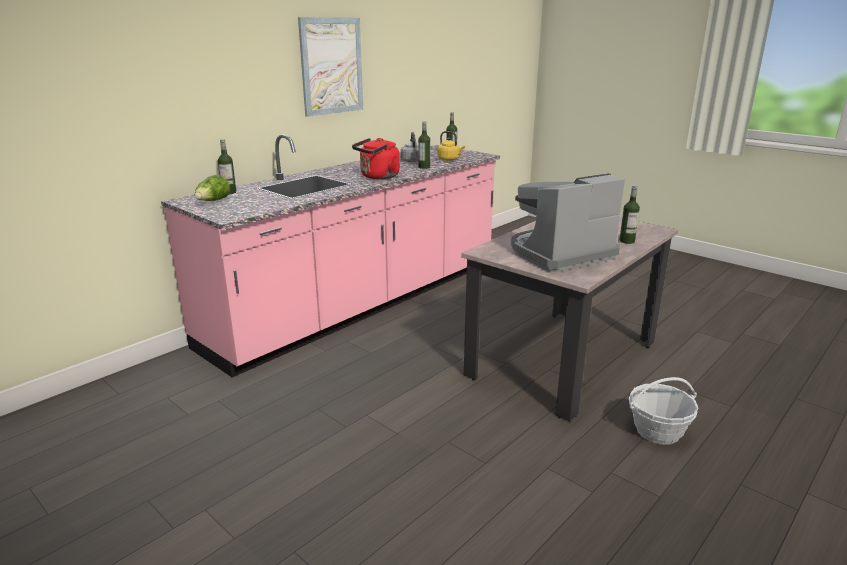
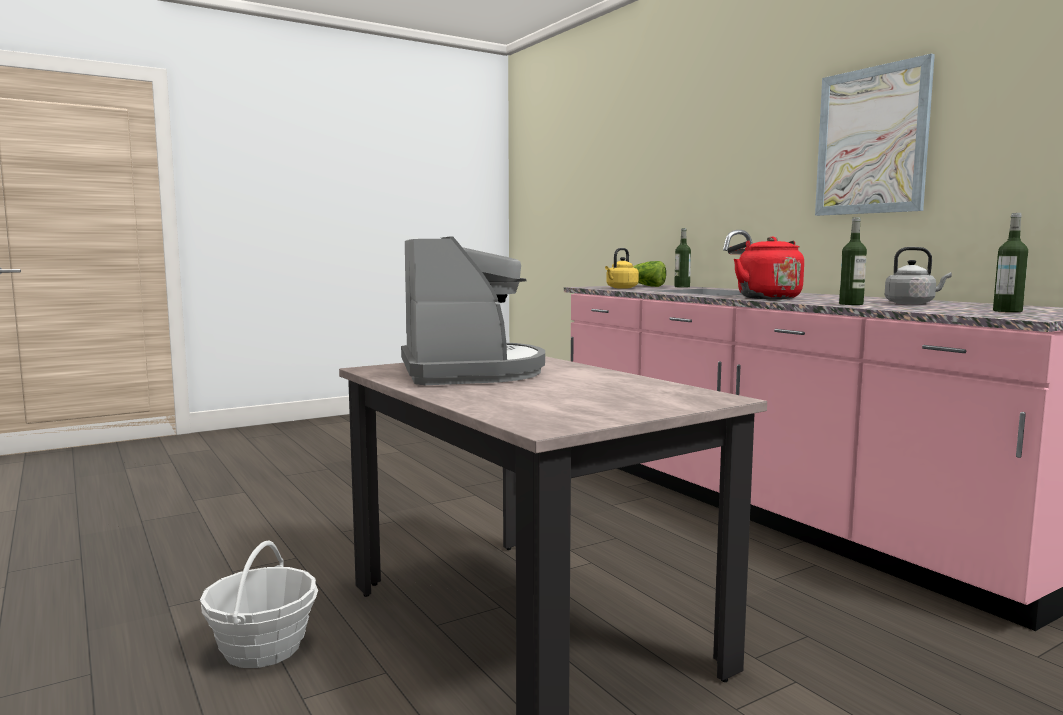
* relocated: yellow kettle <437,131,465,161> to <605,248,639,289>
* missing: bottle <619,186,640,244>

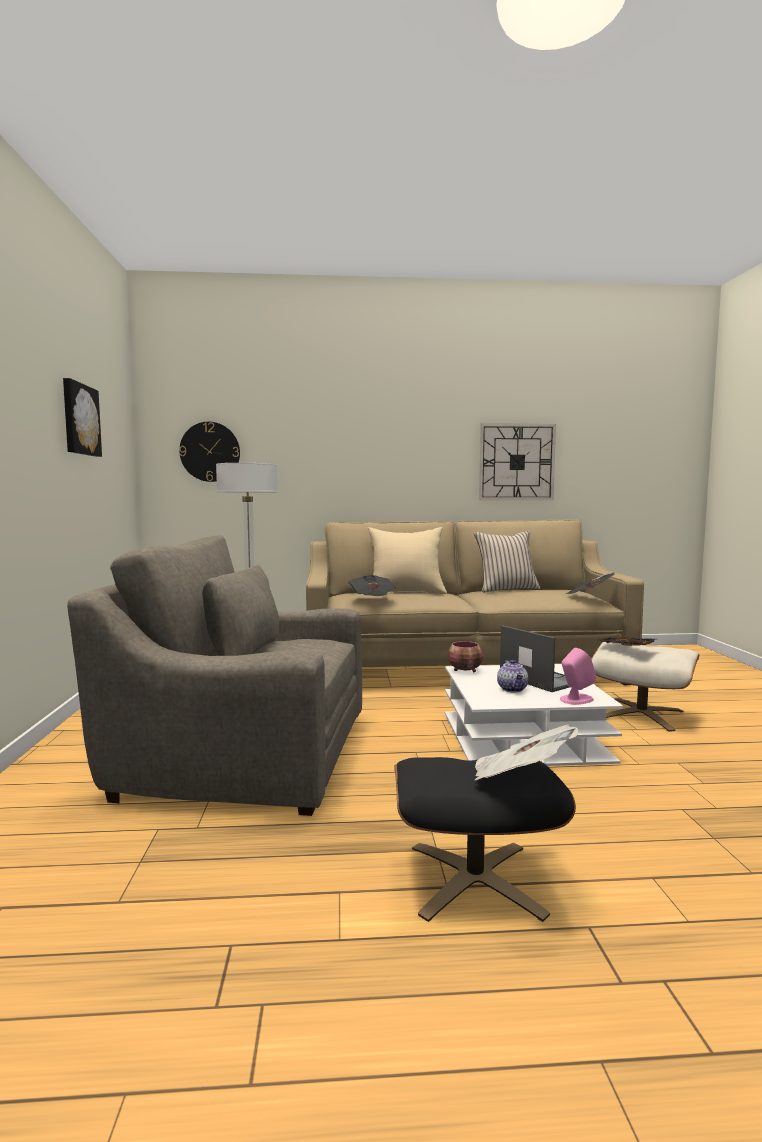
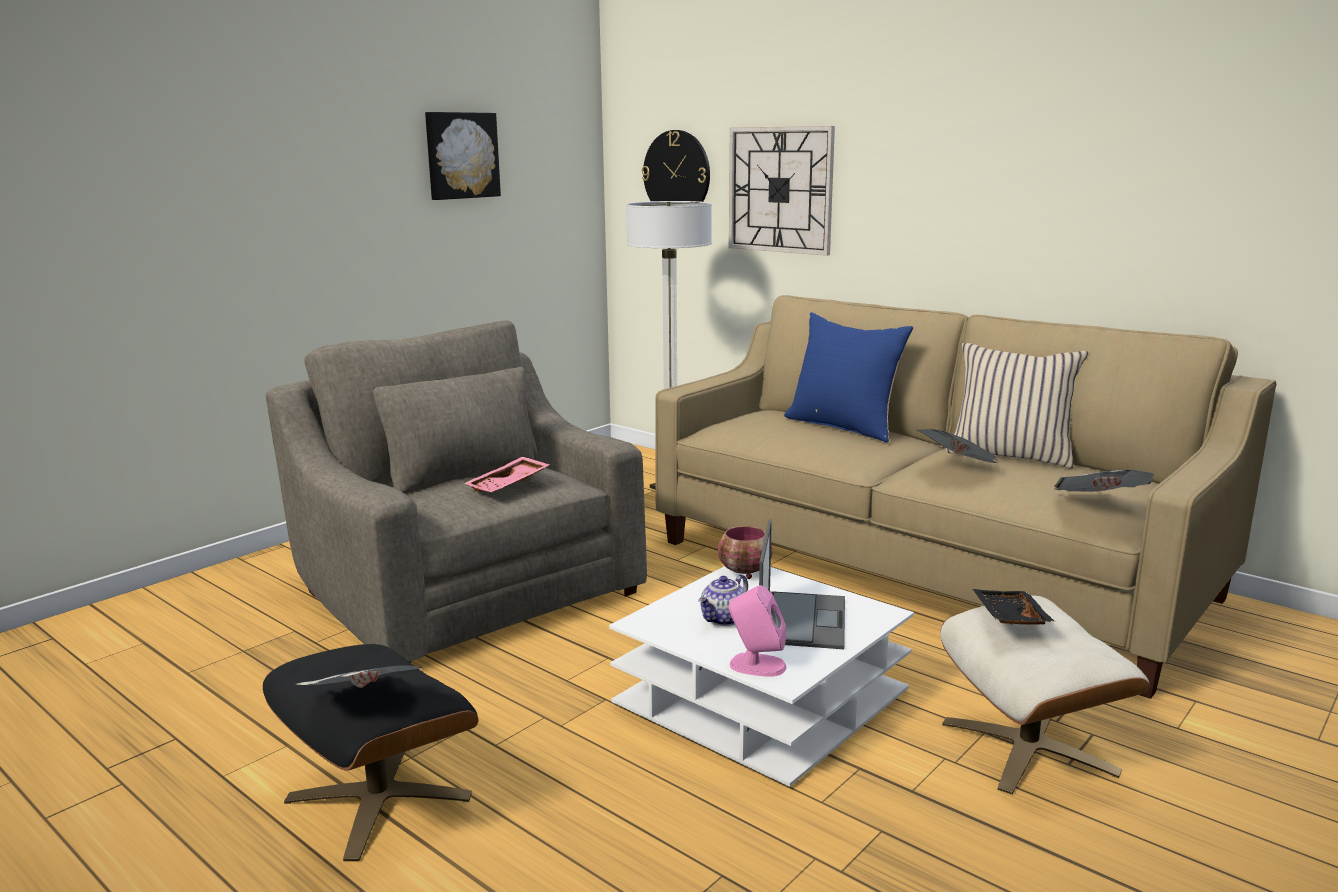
* relocated: wall clock <479,423,556,500> to <729,126,835,256>
* colour: beige pillow <368,527,447,594> to blue pillow <784,312,914,443>
* relocated: newspaper <348,575,396,596> to <916,429,999,463>
* appeared: pink tray <464,457,550,493>

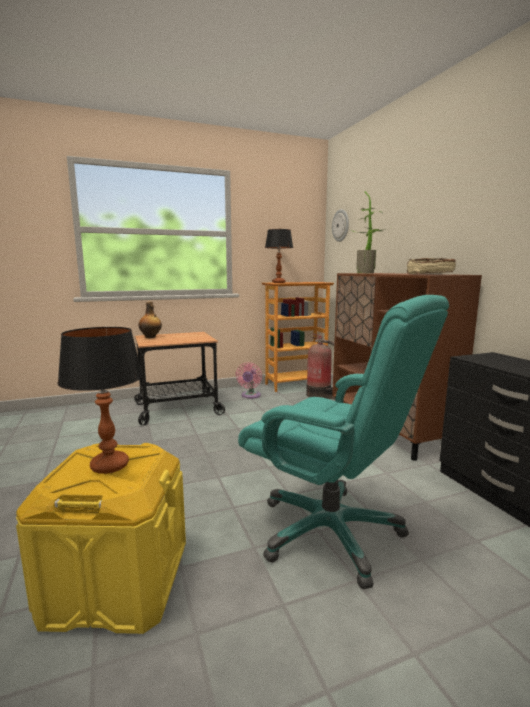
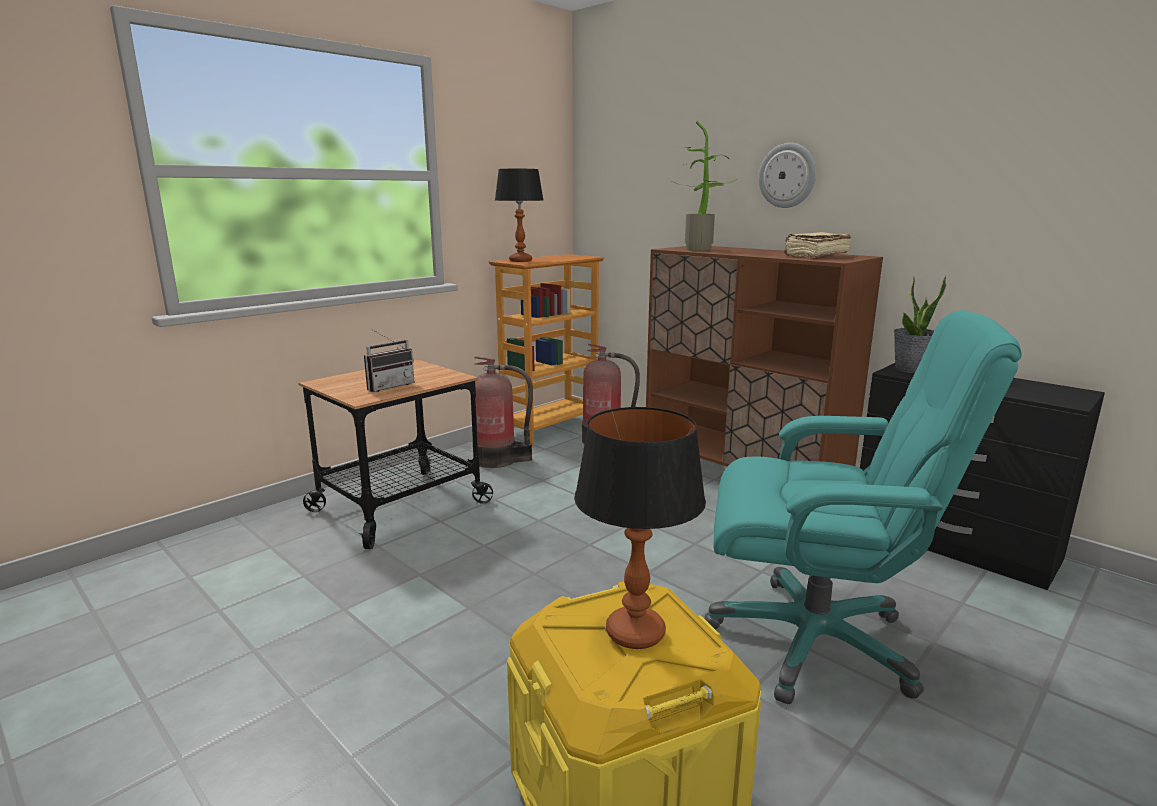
* relocated: wall clock <332,209,349,242> to <759,143,816,208>
* missing: bottle <139,302,162,338>
* exchanged: pink fan <236,362,262,398> to fire extinguisher <473,356,533,468>
* appeared: potted plant <894,276,946,373>
* appeared: radio <364,330,415,392>

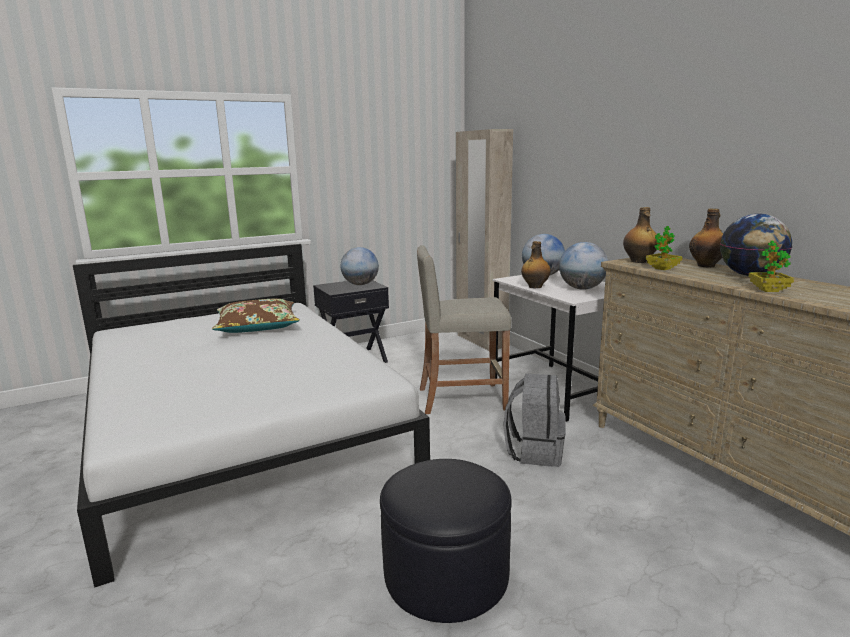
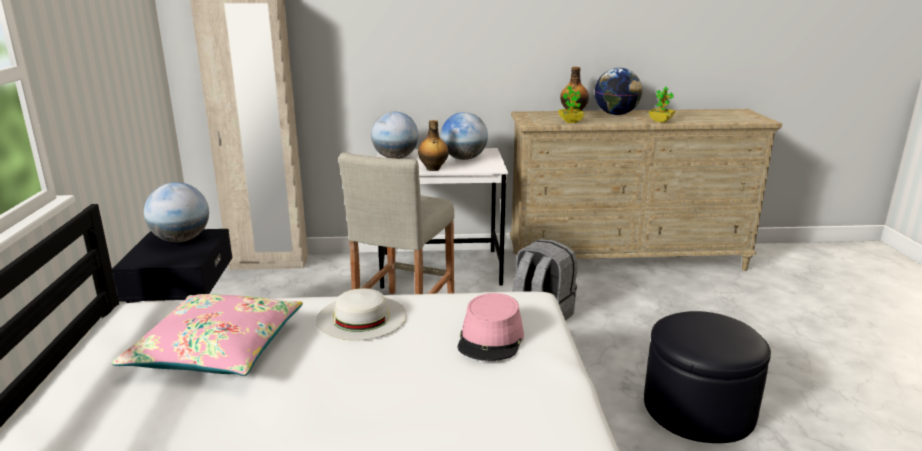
* missing: bottle <623,207,657,263>
* colour: brown pillow <212,299,300,333> to pink pillow <111,294,303,376>
* appeared: white hat <316,288,407,341>
* appeared: pink hat <458,293,524,361>

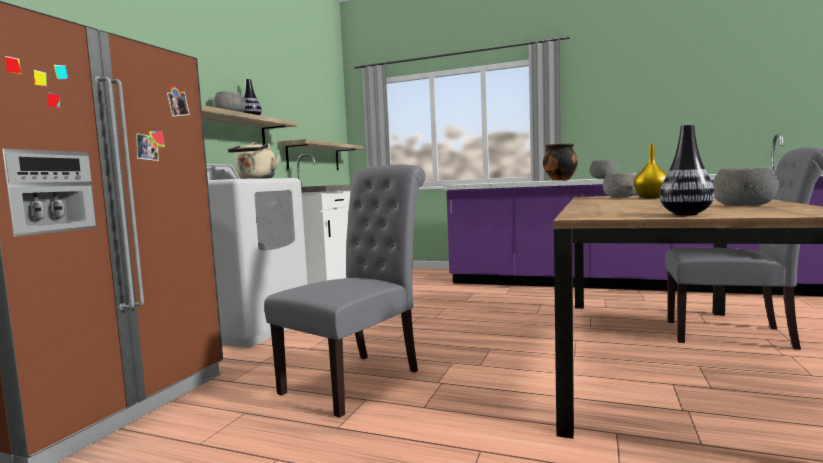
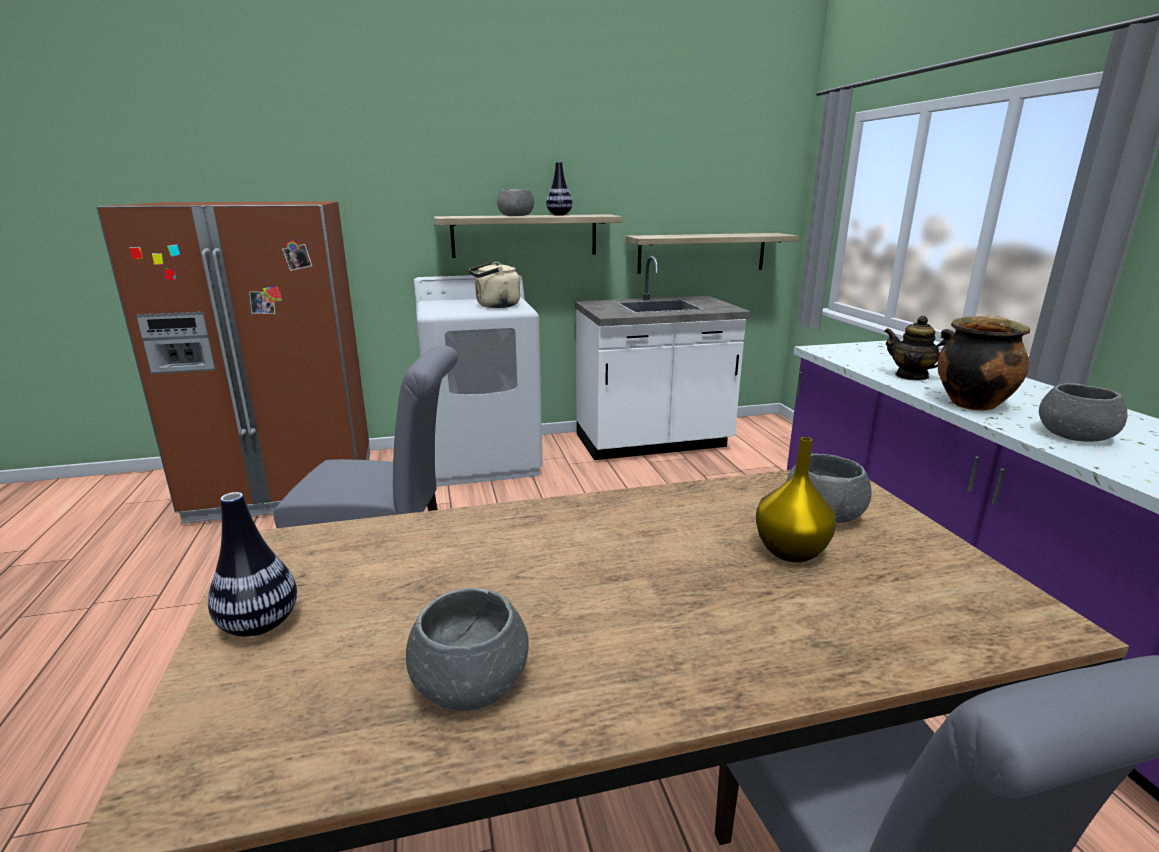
* appeared: teapot <884,316,954,381>

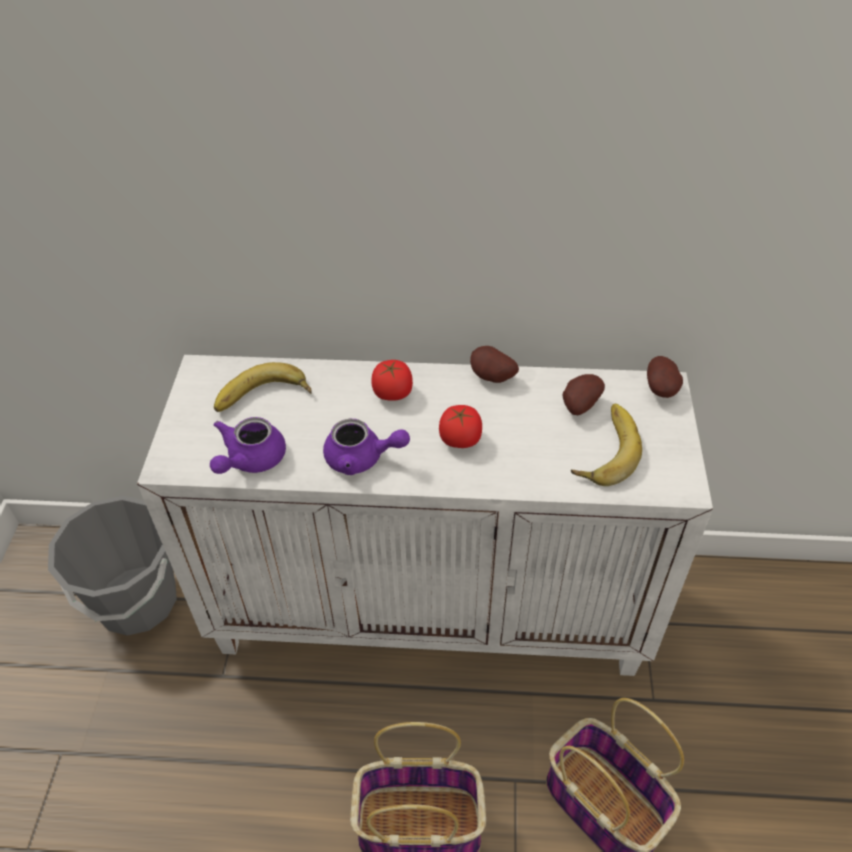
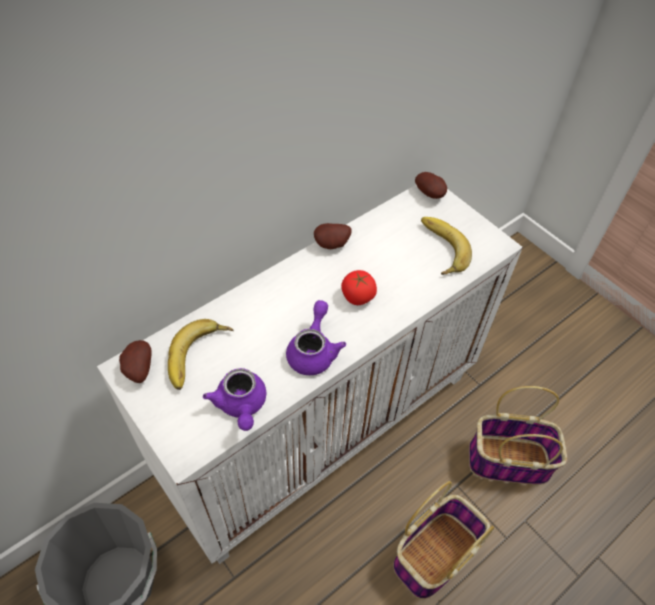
* missing: tomato <371,360,413,401>
* relocated: potato <563,374,605,415> to <119,340,152,383>
* spun: purple teapot <323,419,410,475> = <286,300,346,375> 45 degrees counterclockwise

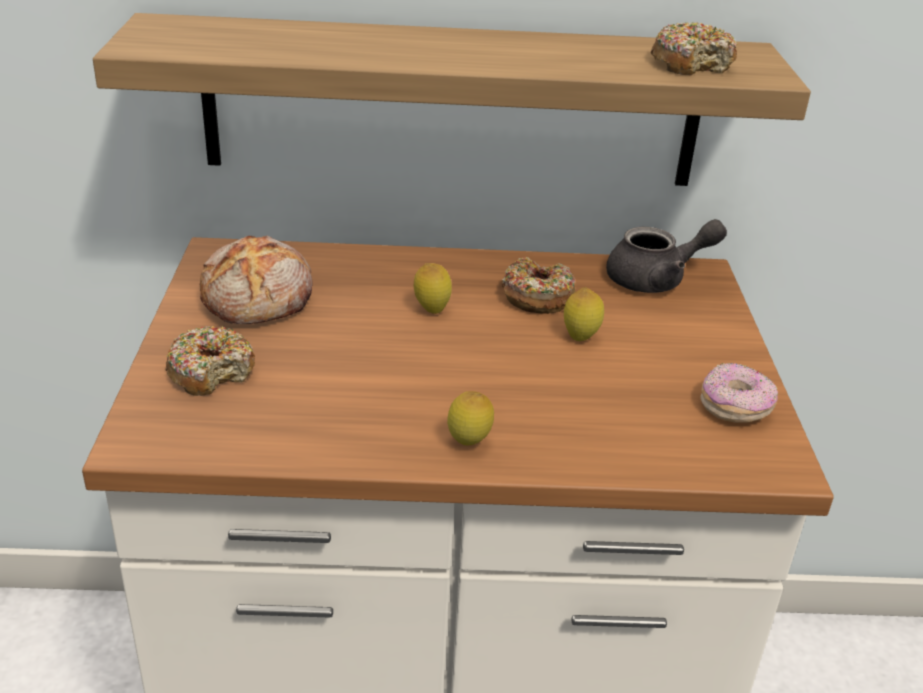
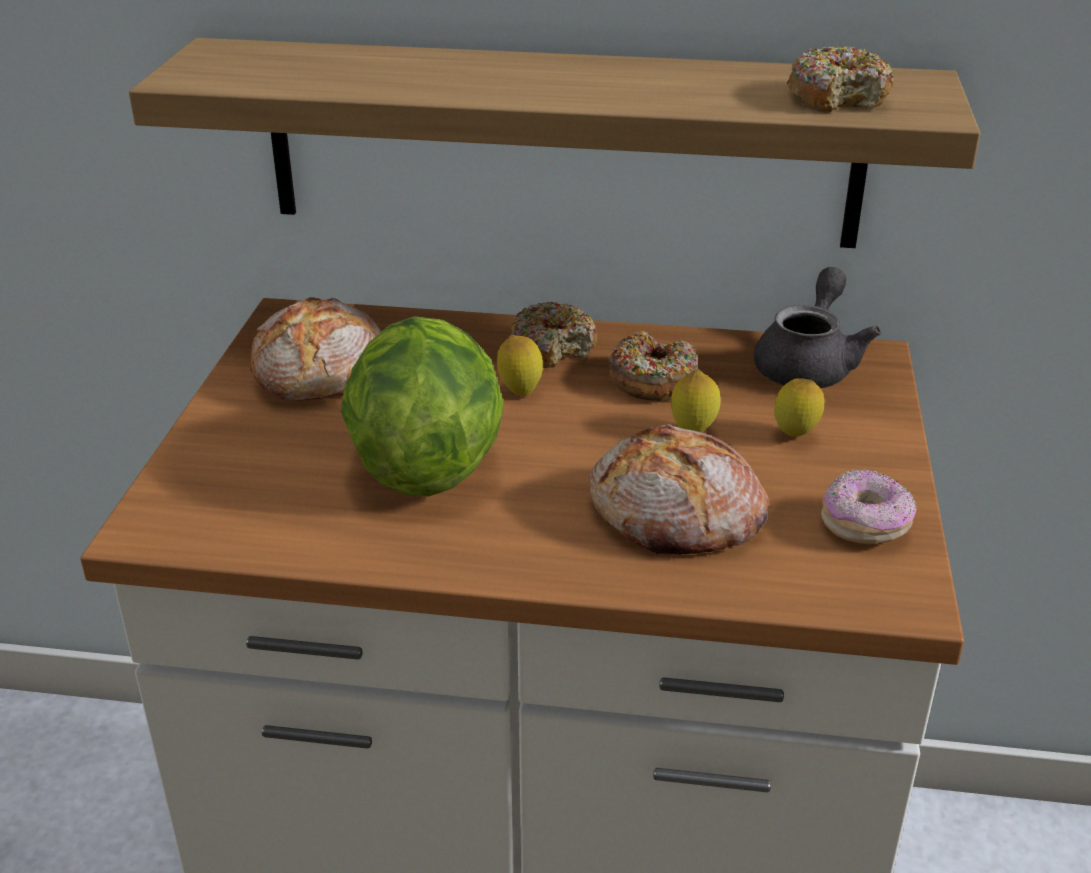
* spun: grey teapot <606,219,727,293> = <754,267,881,388> 60 degrees counterclockwise
* relocated: donut <165,326,255,396> to <508,302,597,368>
* relocated: lemon <447,391,494,445> to <774,378,824,437>
* appeared: lettuce <341,316,504,496>
* appeared: bread <589,424,769,554>

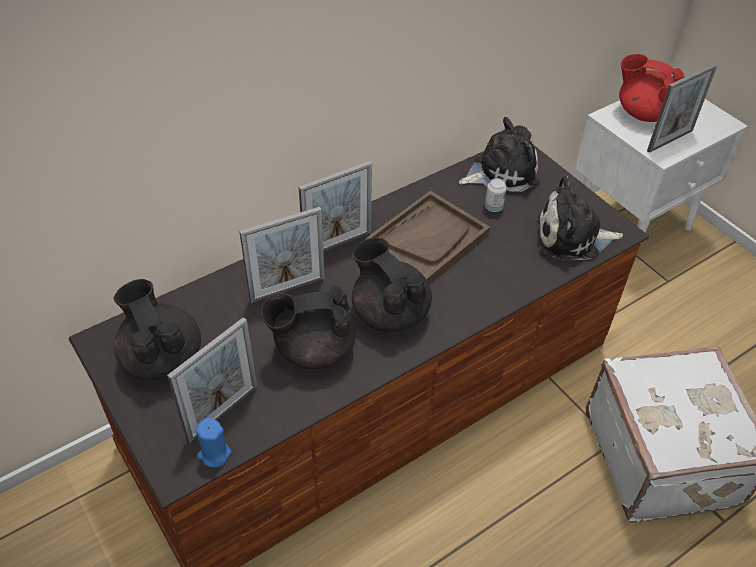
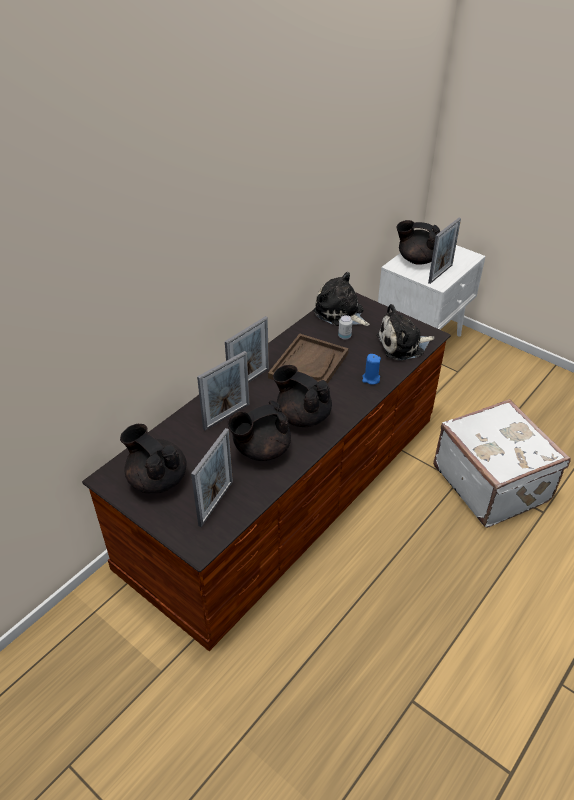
* colour: red teapot <619,54,685,122> to black teapot <396,220,440,265>
* spun: plush toy <459,117,540,192> = <313,272,370,326> 105 degrees counterclockwise
* relocated: blue candle <196,418,232,467> to <362,354,381,385>

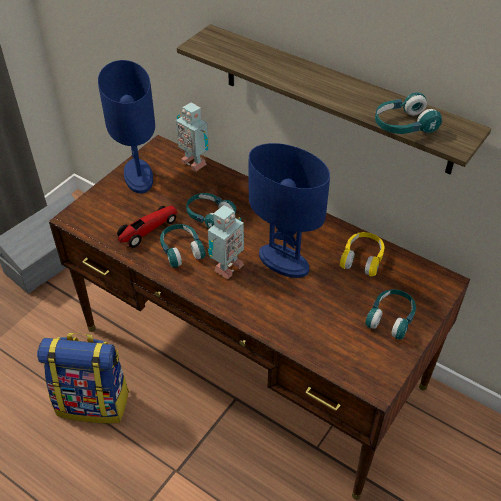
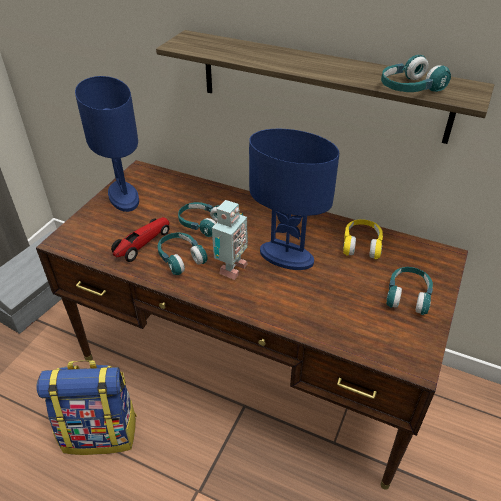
* missing: toy robot <176,102,209,172>

